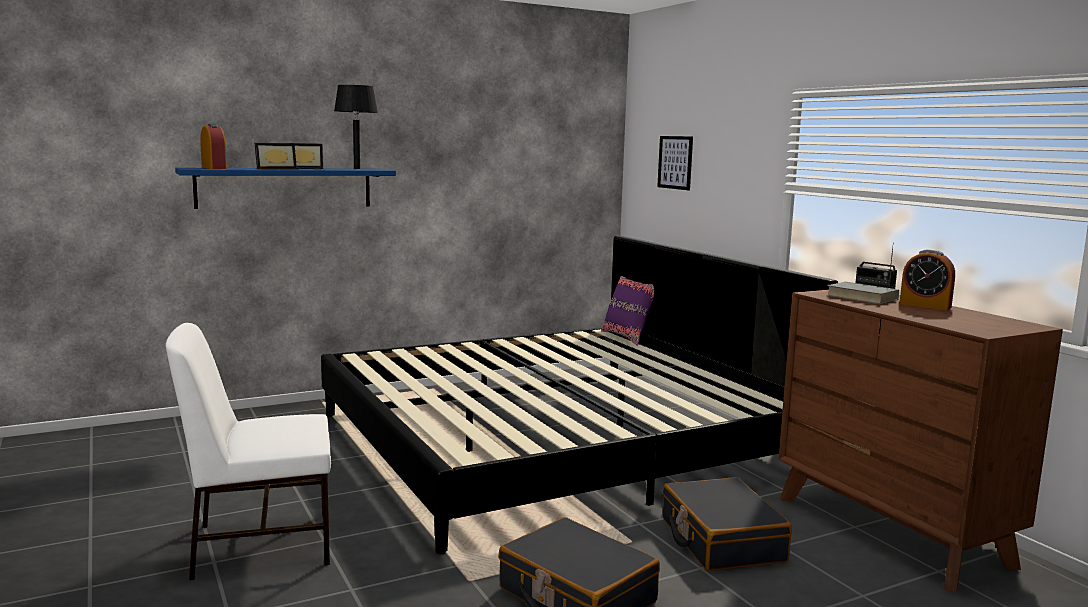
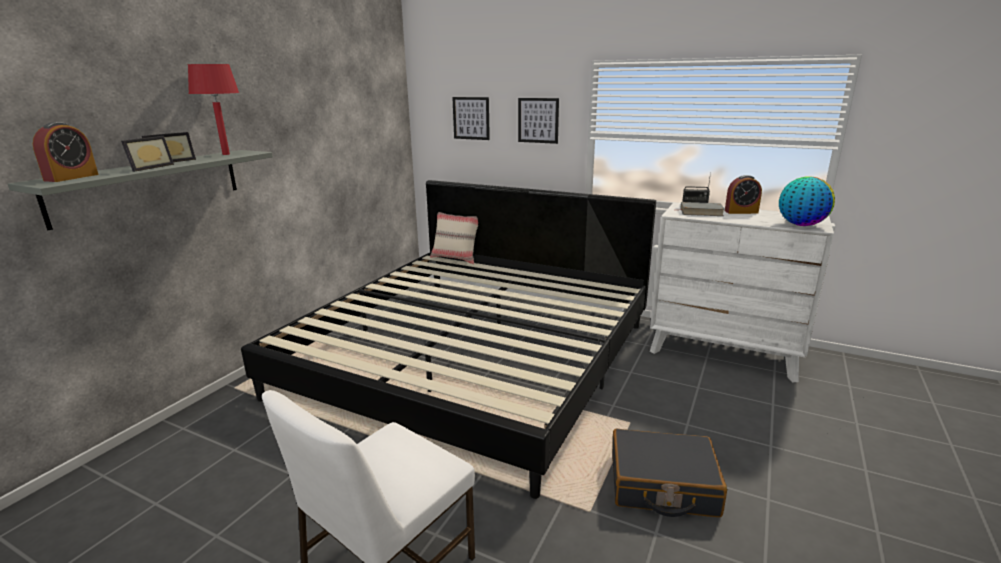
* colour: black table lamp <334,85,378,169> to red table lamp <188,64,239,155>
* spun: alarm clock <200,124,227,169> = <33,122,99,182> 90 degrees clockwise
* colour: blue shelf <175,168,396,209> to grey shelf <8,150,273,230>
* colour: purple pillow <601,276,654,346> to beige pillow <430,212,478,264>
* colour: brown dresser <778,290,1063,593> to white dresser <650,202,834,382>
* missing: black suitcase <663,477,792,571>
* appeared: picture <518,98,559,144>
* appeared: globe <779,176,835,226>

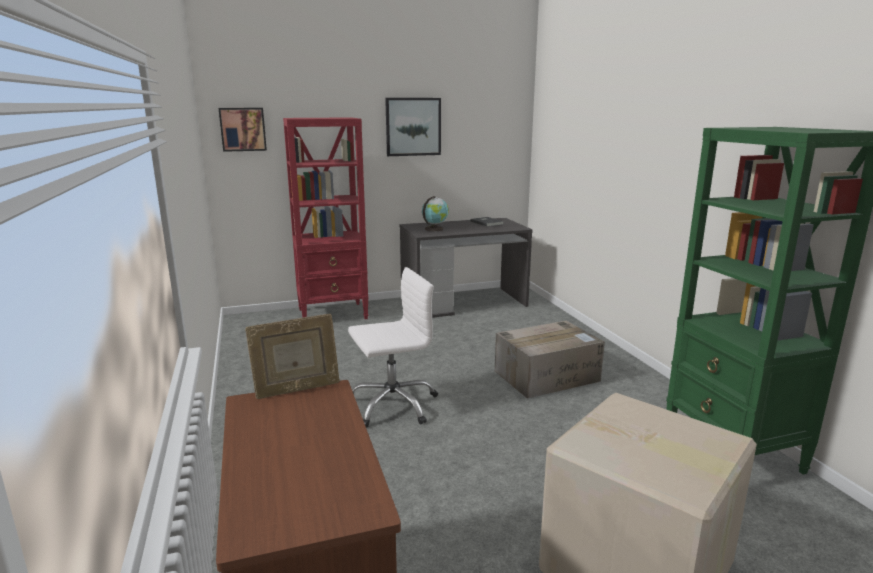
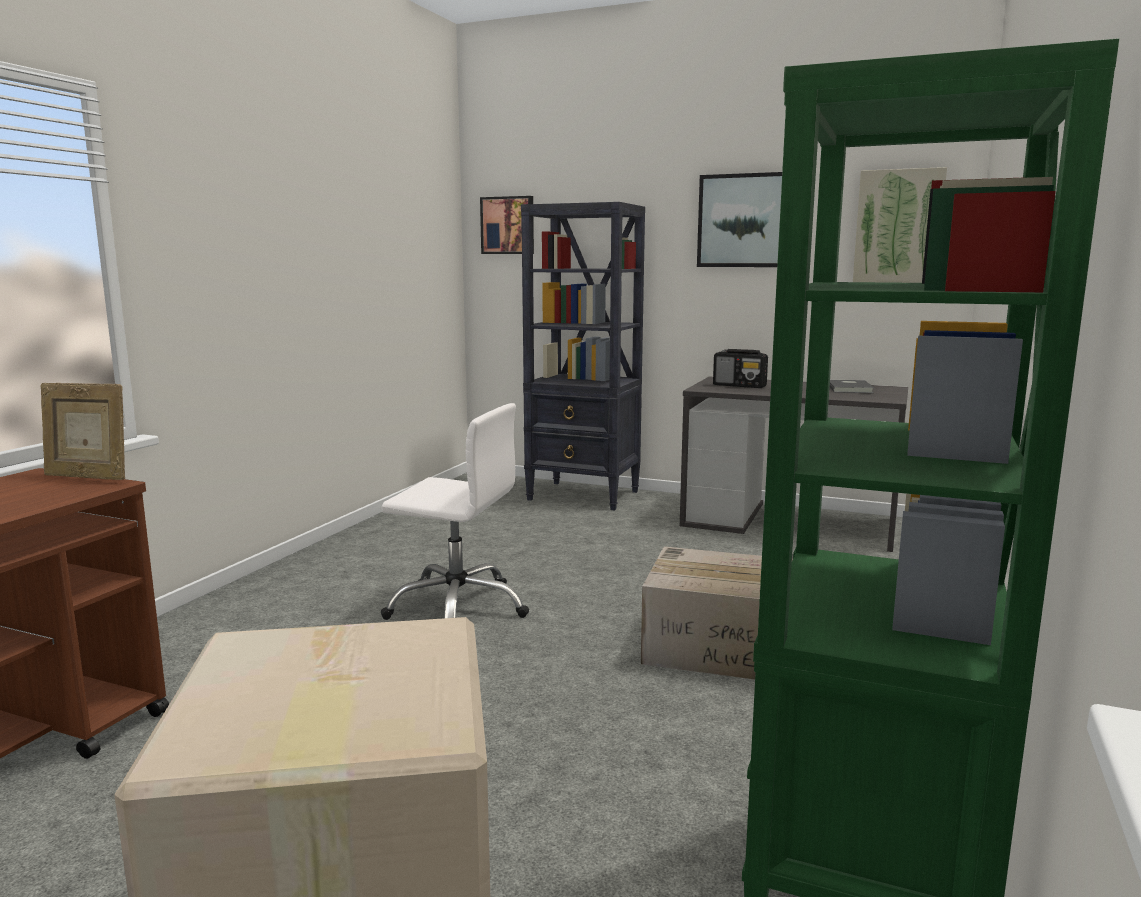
* colour: red bookcase <283,117,368,319> to black bookcase <521,202,645,511>
* exchanged: globe <422,196,449,232> to radio <713,349,768,388>
* appeared: picture <853,167,947,283>

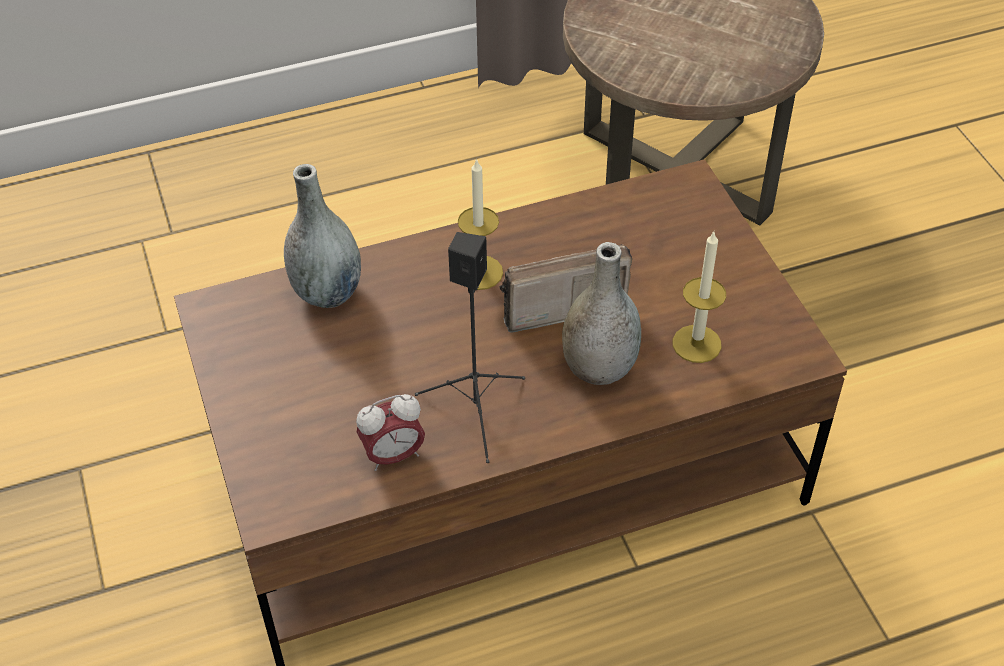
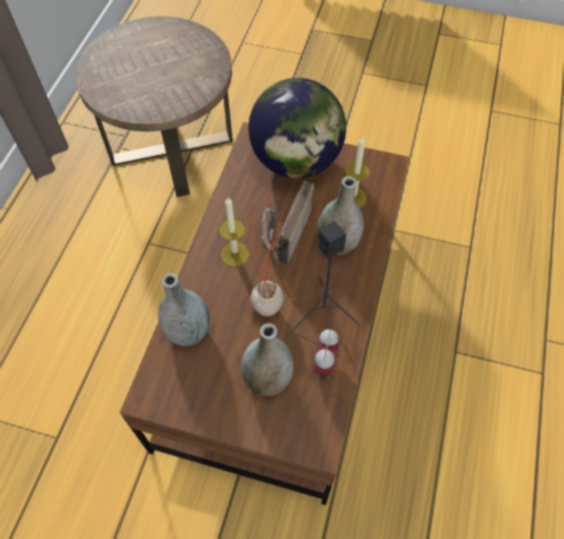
* appeared: globe <248,78,346,178>
* appeared: potted plant <246,178,289,316>
* appeared: grey vase <241,323,293,396>

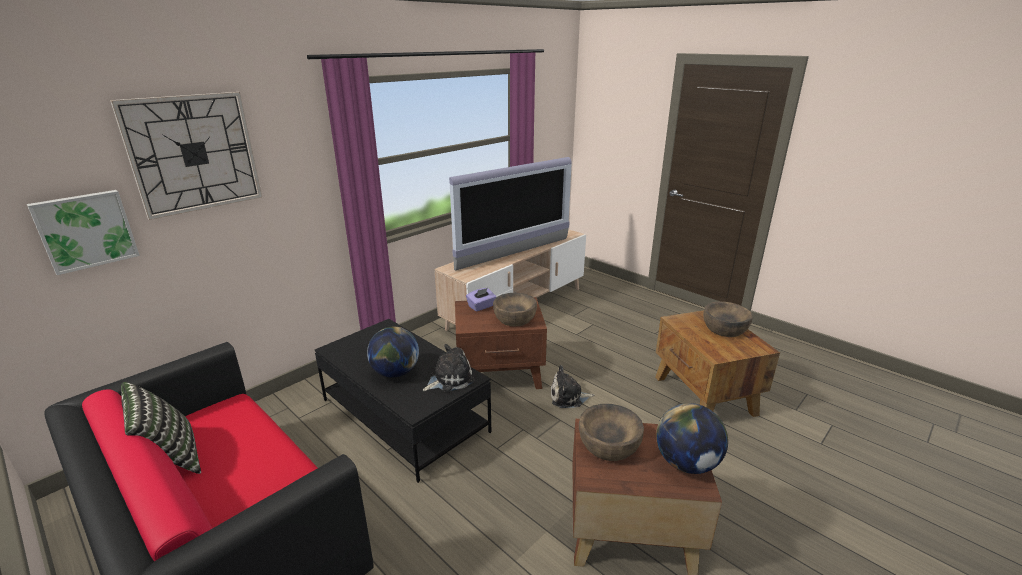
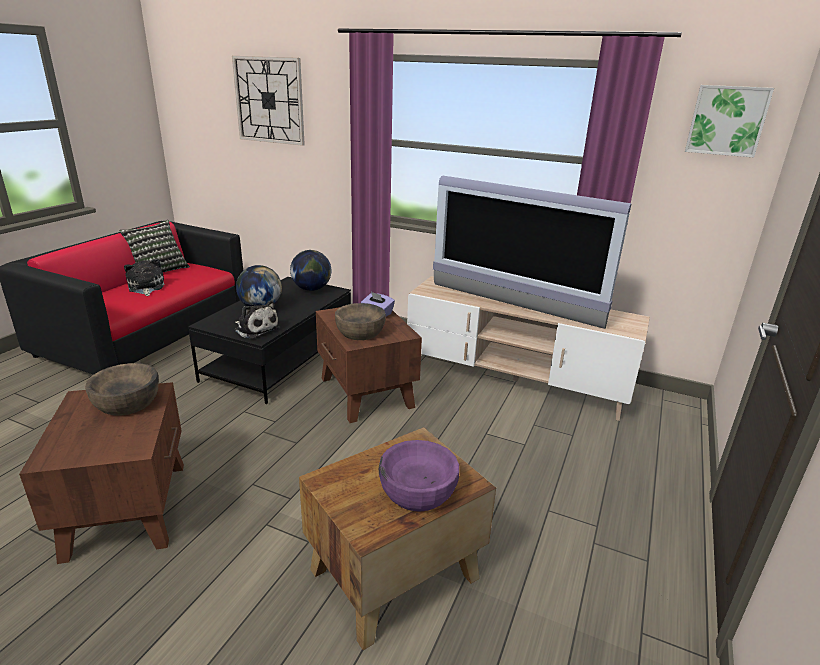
* relocated: picture <27,190,140,275> to <685,85,774,157>
* colour: brown bowl <703,302,753,337> to purple bowl <379,440,459,512>
* relocated: plush toy <551,365,594,408> to <124,259,165,296>
* relocated: globe <656,403,728,474> to <290,250,331,291>

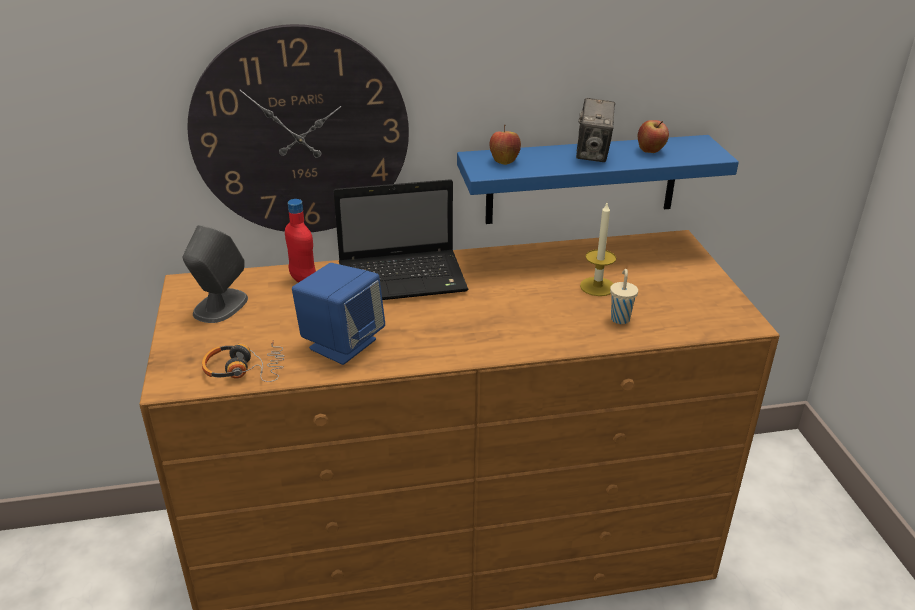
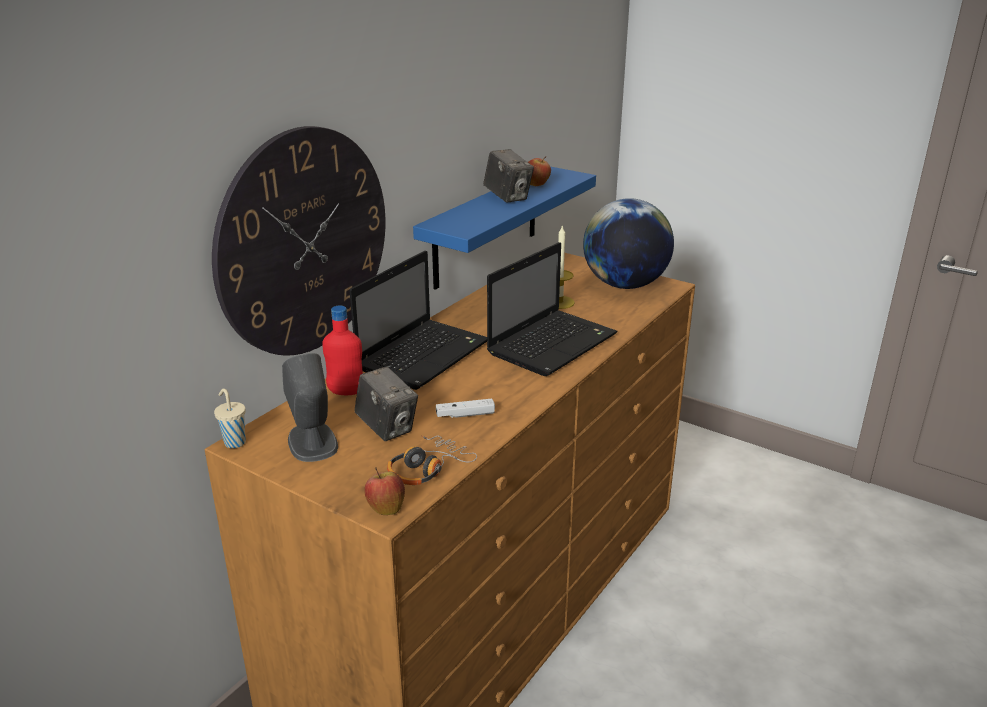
* relocated: apple <490,125,521,165> to <364,467,405,515>
* exchanged: blue speaker <292,263,385,365> to white game controller <436,398,495,418>
* relocated: beige cup <610,269,638,324> to <214,389,246,448>
* appeared: globe <583,198,674,289>
* appeared: laptop <487,242,618,376>
* appeared: photo camera <354,366,418,441>

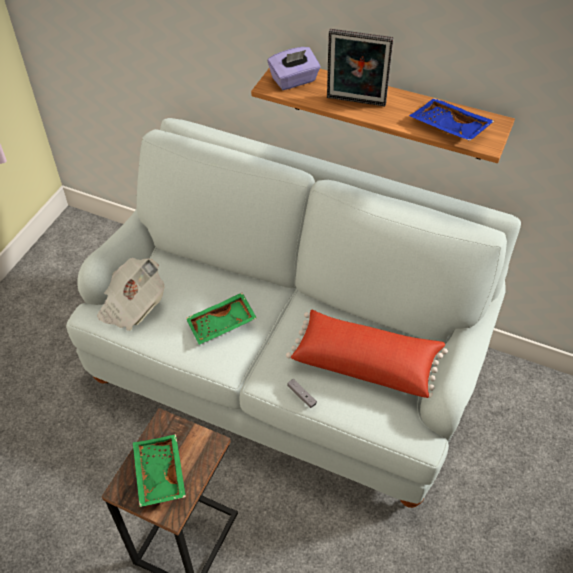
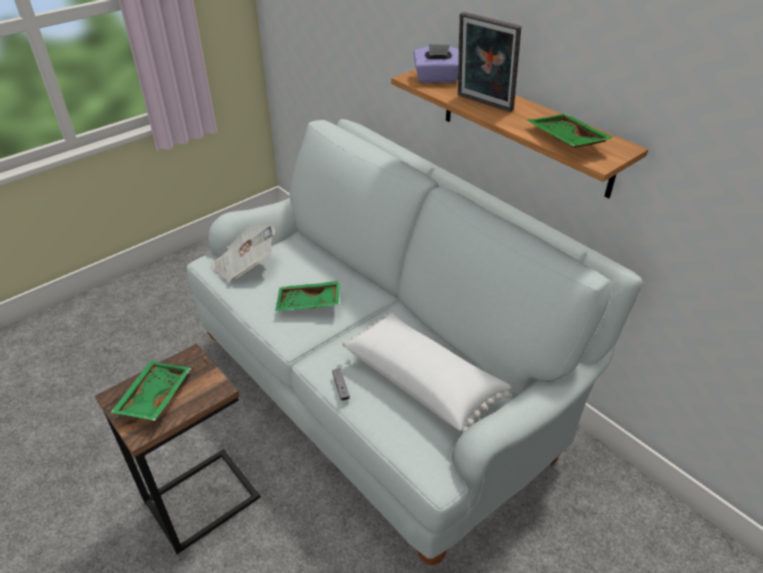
* colour: blue tray <409,98,494,141> to green tray <527,114,614,148>
* colour: red pillow <286,309,448,398> to white pillow <342,312,511,432>

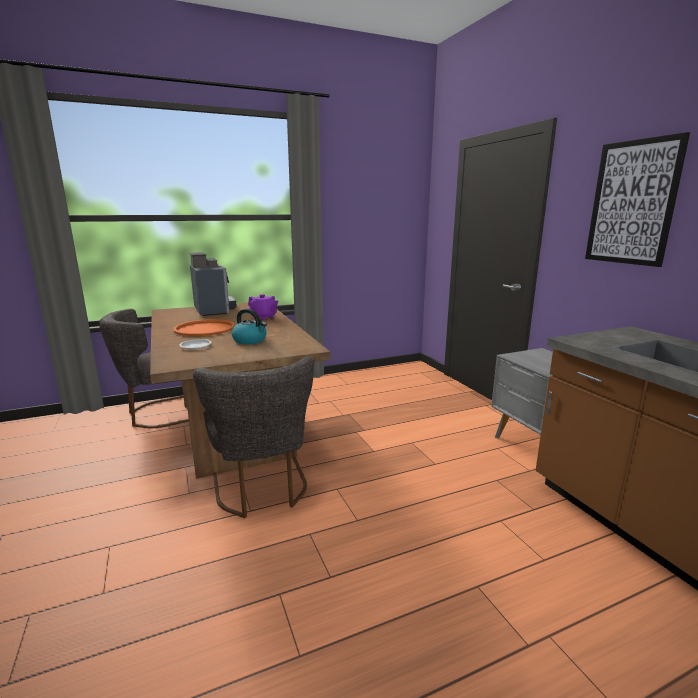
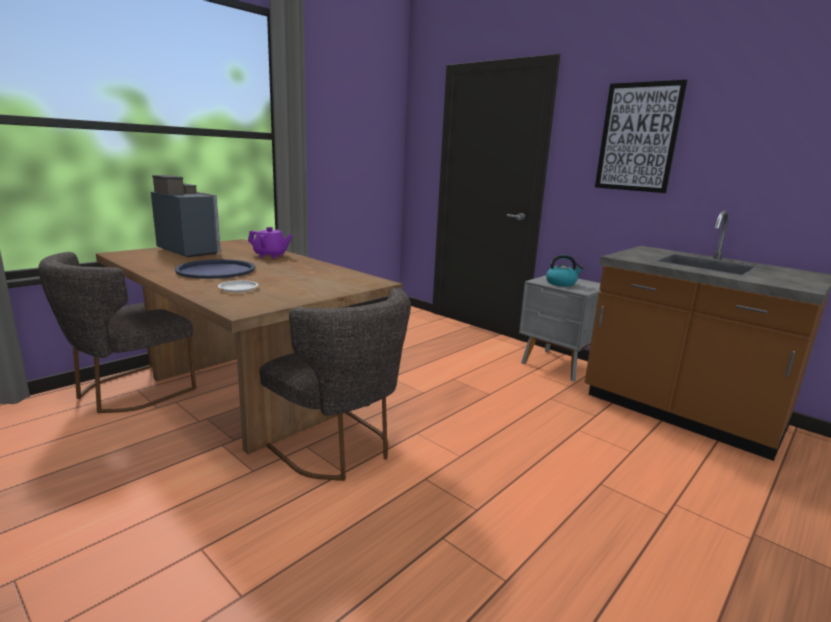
* relocated: kettle <232,309,267,344> to <546,255,583,286>
* colour: orange tray <173,319,235,336> to blue tray <175,259,255,279>

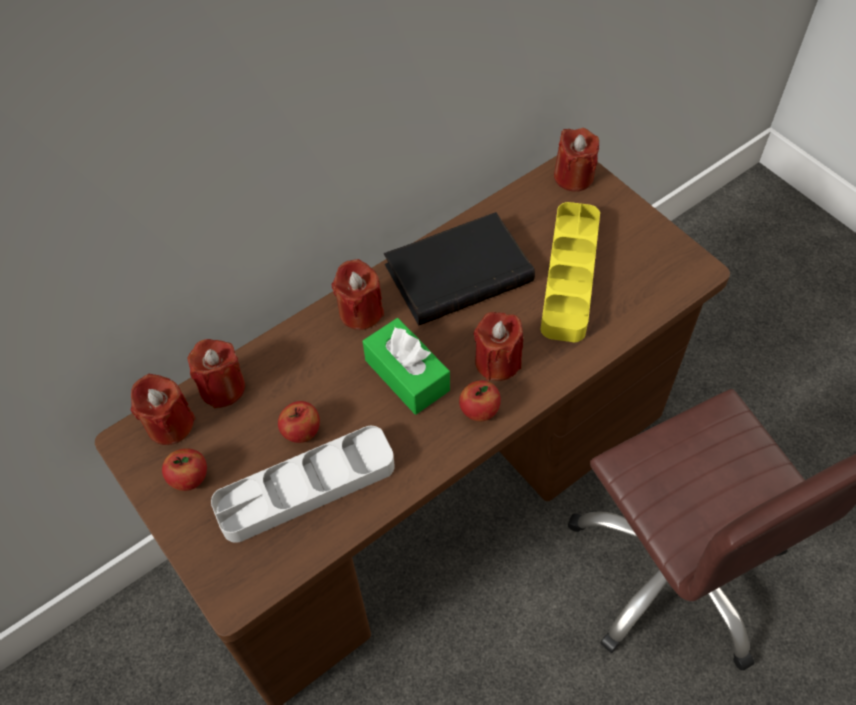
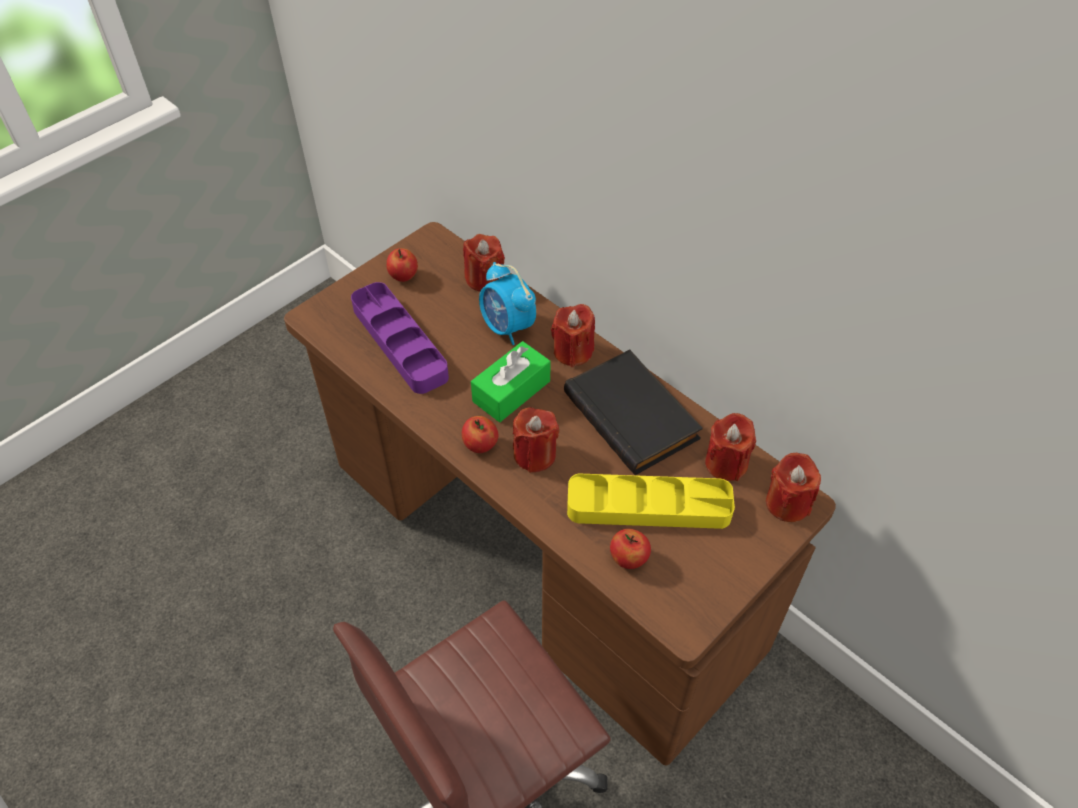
* relocated: red candle <131,374,196,445> to <705,413,756,481>
* relocated: apple <278,401,320,443> to <610,529,651,569>
* colour: grey tray <211,426,395,543> to purple tray <351,282,449,394>
* appeared: alarm clock <479,262,536,345>

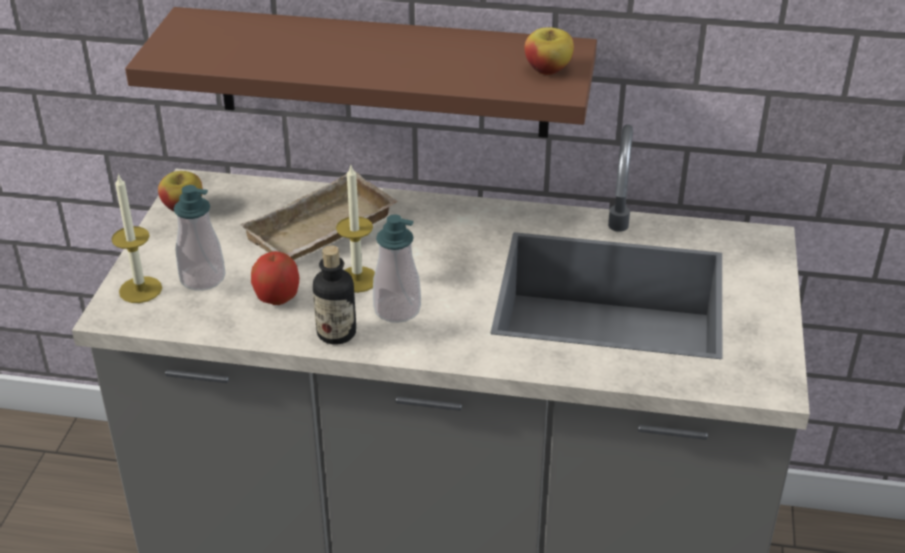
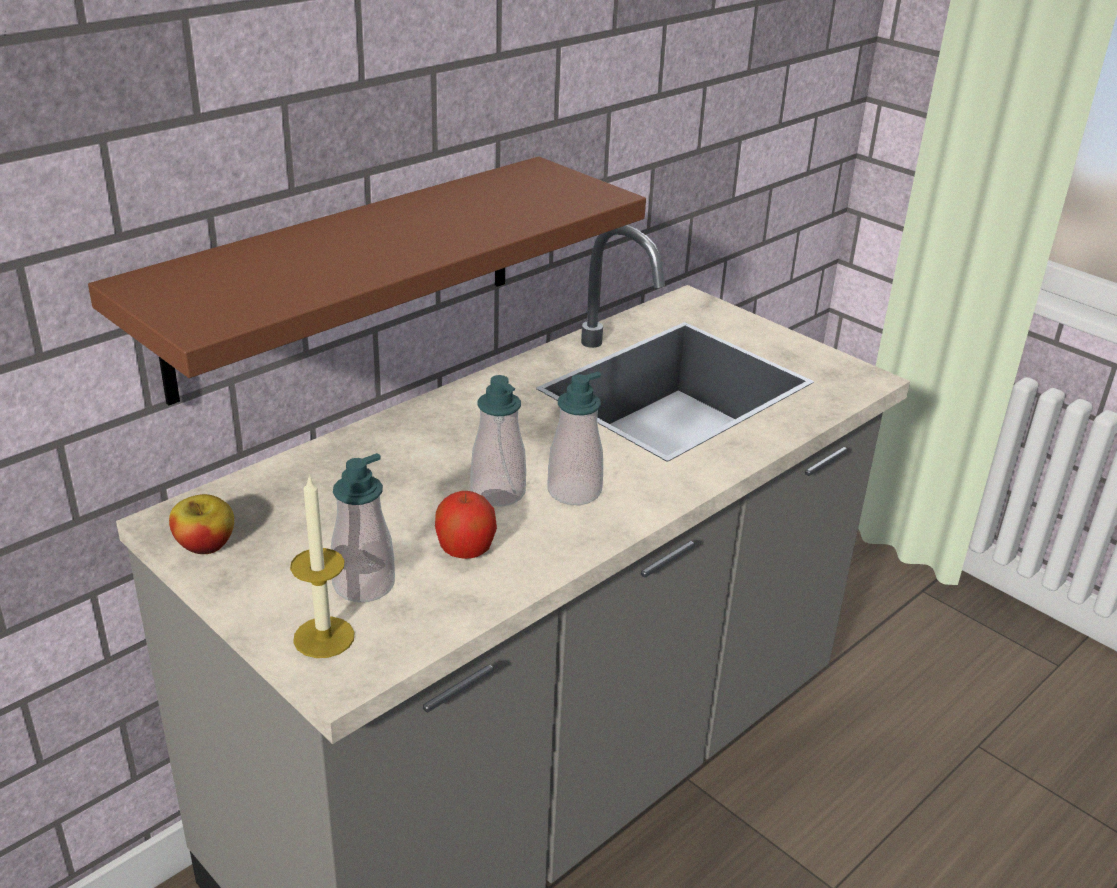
* missing: apple <524,27,574,75>
* exchanged: candle <336,166,375,293> to soap dispenser <471,375,526,506>
* missing: beige tray <240,171,398,260>
* missing: bottle <313,245,356,344>

